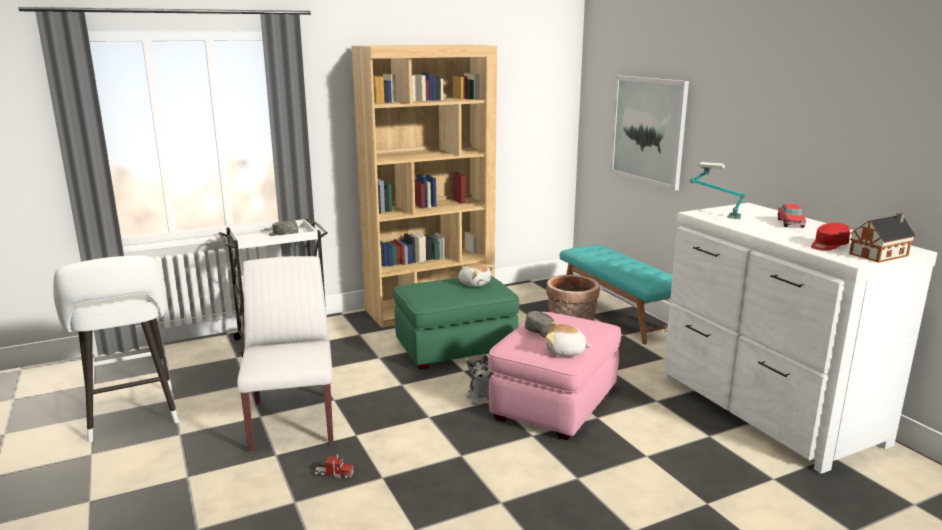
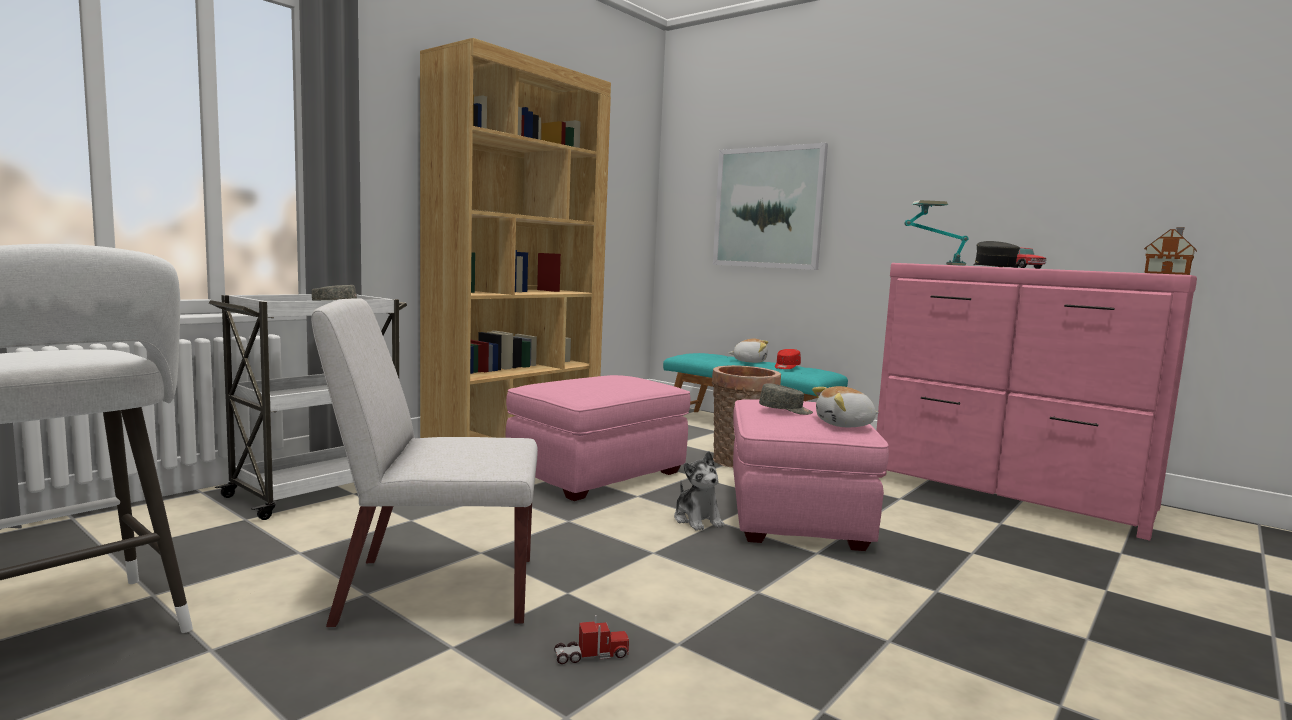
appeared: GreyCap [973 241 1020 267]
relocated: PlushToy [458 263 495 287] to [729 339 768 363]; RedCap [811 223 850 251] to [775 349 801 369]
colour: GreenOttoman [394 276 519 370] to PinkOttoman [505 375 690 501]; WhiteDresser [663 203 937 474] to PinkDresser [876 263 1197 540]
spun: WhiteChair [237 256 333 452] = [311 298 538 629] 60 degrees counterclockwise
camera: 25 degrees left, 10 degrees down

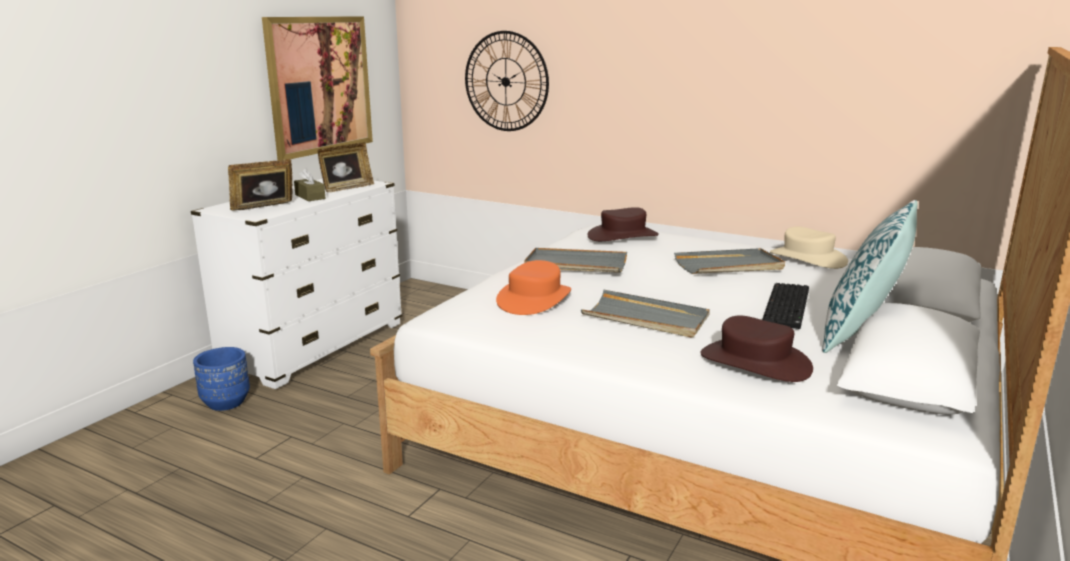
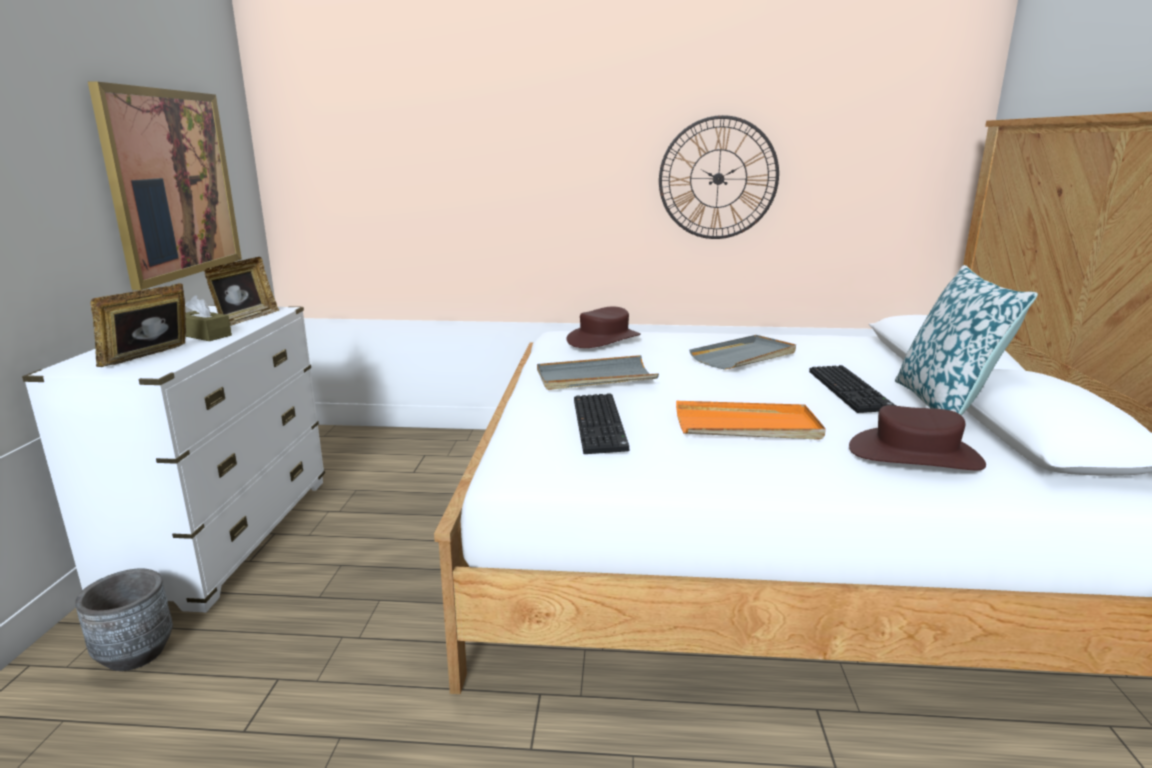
missing: BeigeHat [770 227 848 269]
relocated: WallClock [465 31 549 131] to [659 115 779 239]
exchanged: OrangeHat [496 260 571 315] to Keyboard [574 393 629 454]
colour: BluePlanter [193 347 250 411] to GreyPlanter [75 568 173 671]; GreyTray [581 290 710 338] to OrangeTray [676 401 826 440]
camera: 25 degrees left, 0 degrees up

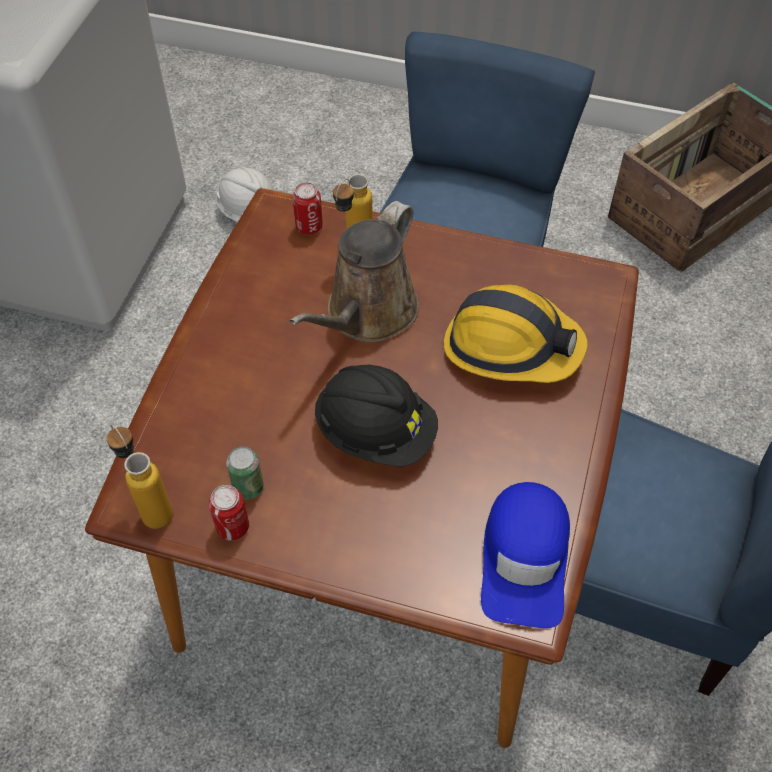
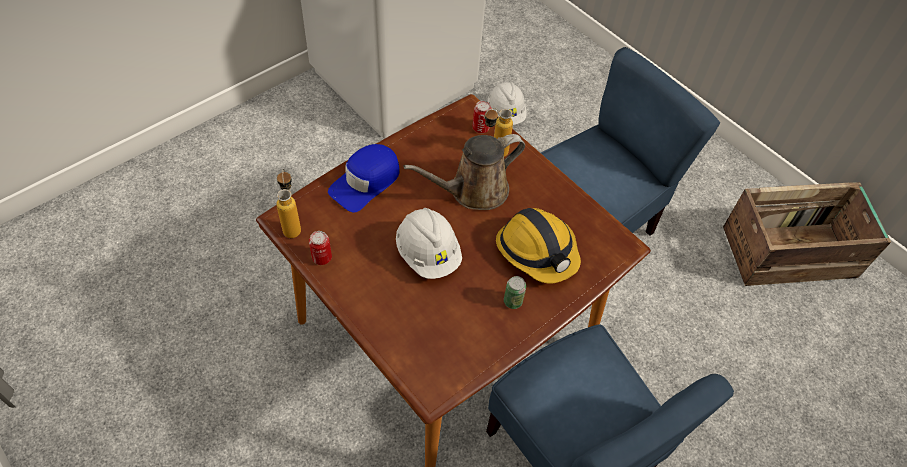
relocated: Can [226 446 264 500] to [504 276 526 309]; BlueCap [481 482 570 628] to [328 144 400 212]
colour: BlackHardHat [315 365 438 467] to WhiteHardHat [396 208 462 279]
camera: 30 degrees right, 0 degrees up

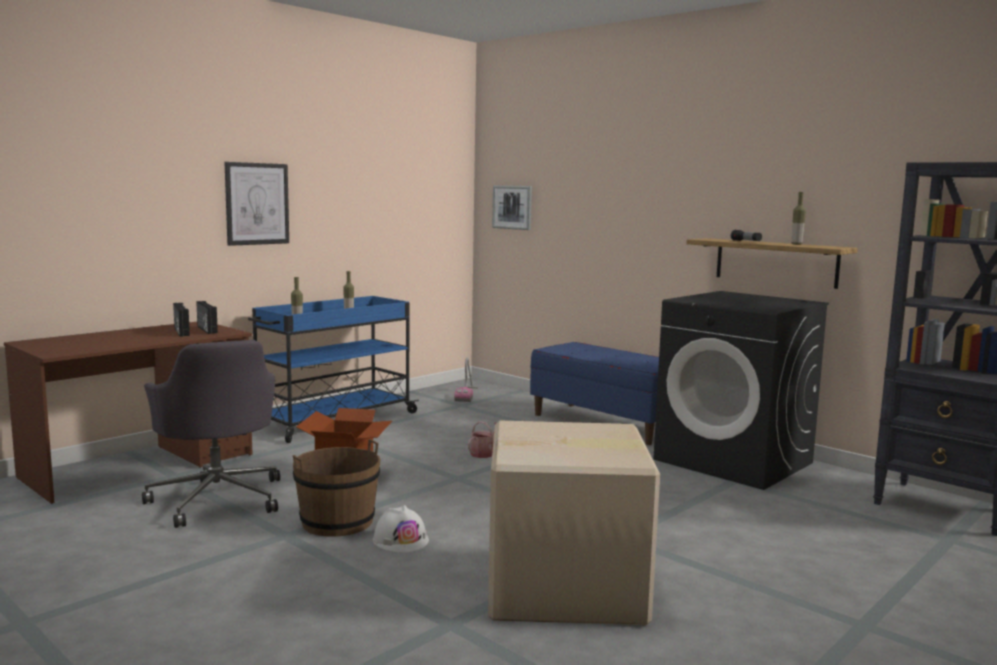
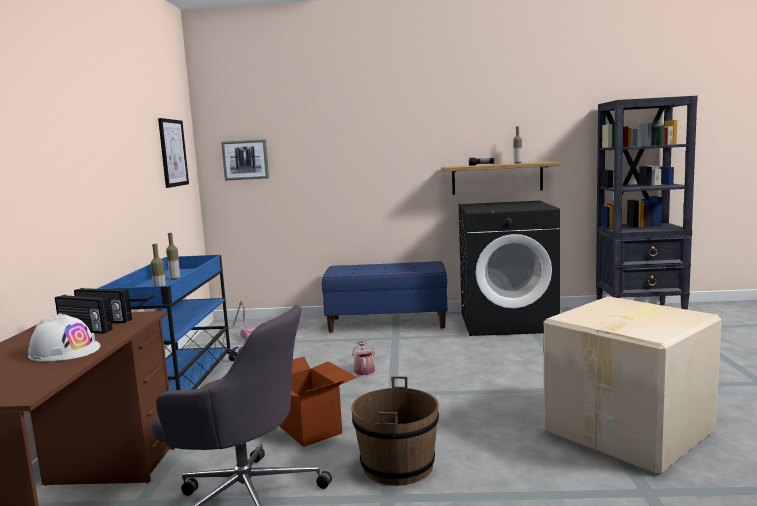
relocated: Picture [225 162 289 246] to [158 118 189 188]; WhiteHardHat [373 505 429 553] to [28 313 100 362]
camera: 40 degrees left, 0 degrees up

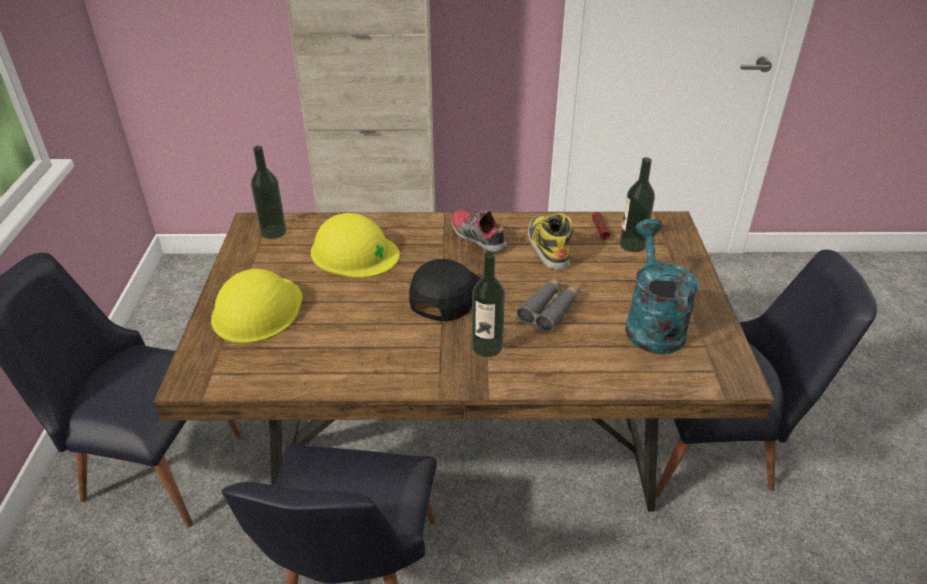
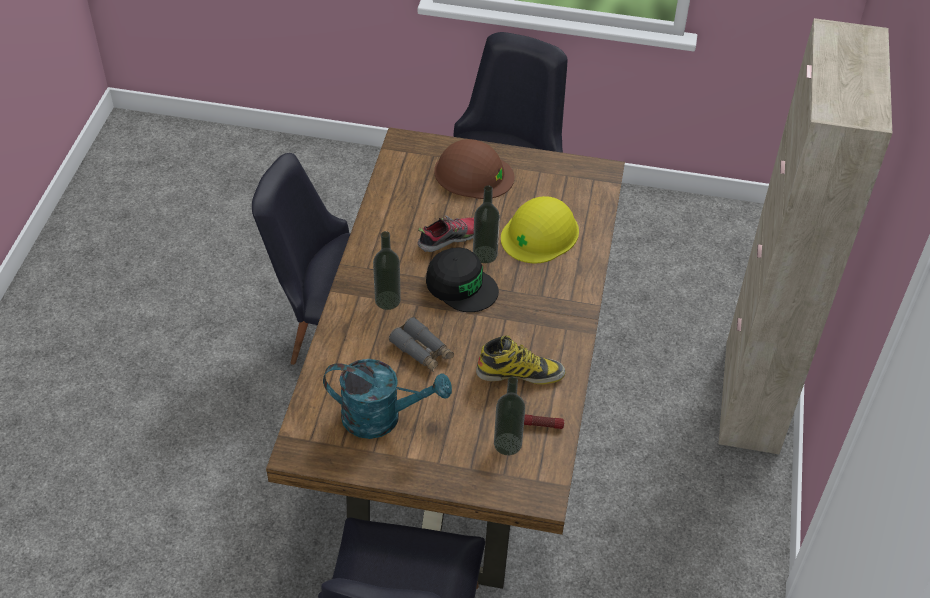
relocated: Bottle [251 146 286 239] to [473 186 500 263]; Shoe [452 209 507 252] to [417 215 474 252]
colour: YellowHardHat [211 269 302 343] to BrownHardHat [434 139 514 199]
camera: 100 degrees right, 10 degrees up

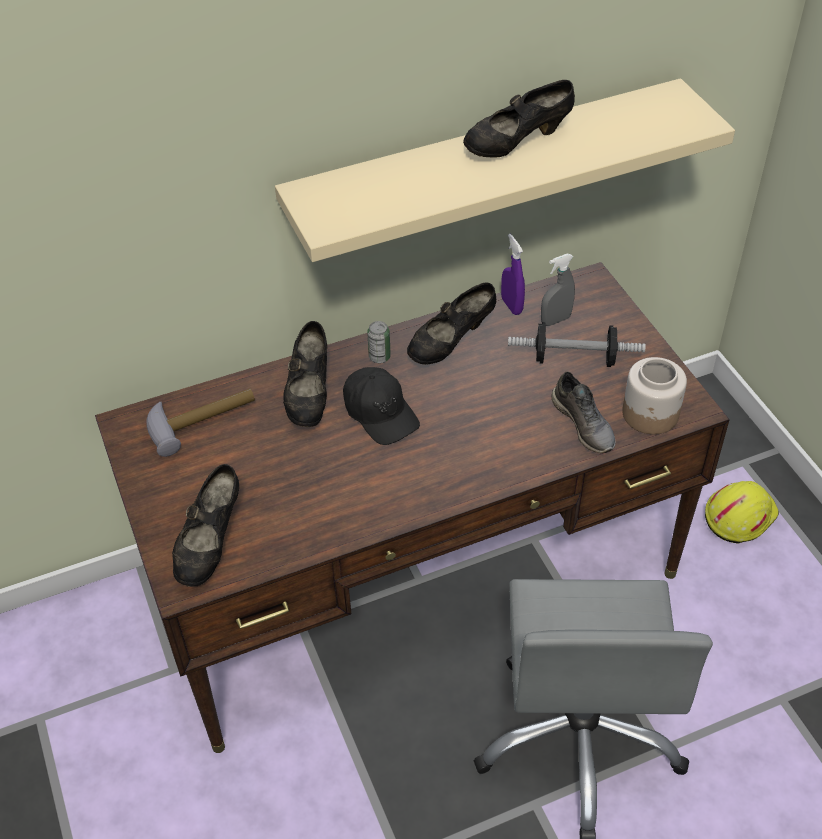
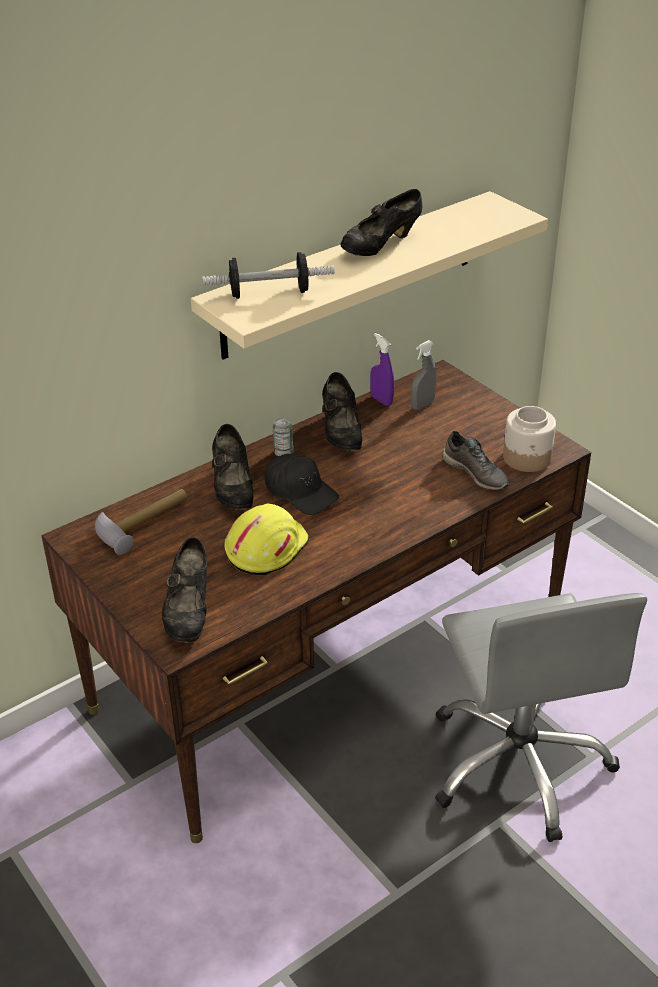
relocated: Dumbbell [508 322 646 367] to [202 252 335 299]; YellowHardHat [705 481 779 544] to [224 504 309 575]
spun: BlackShoe [407 282 496 365] = [322 372 362 451] 45 degrees counterclockwise
camera: 15 degrees left, 10 degrees down

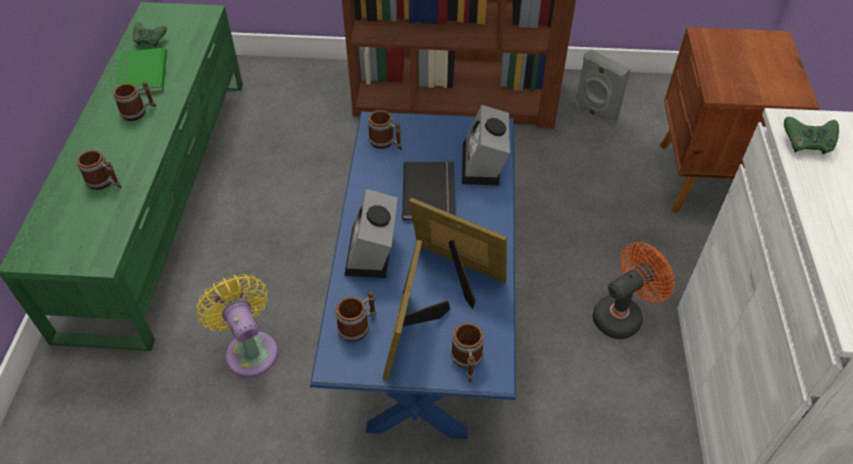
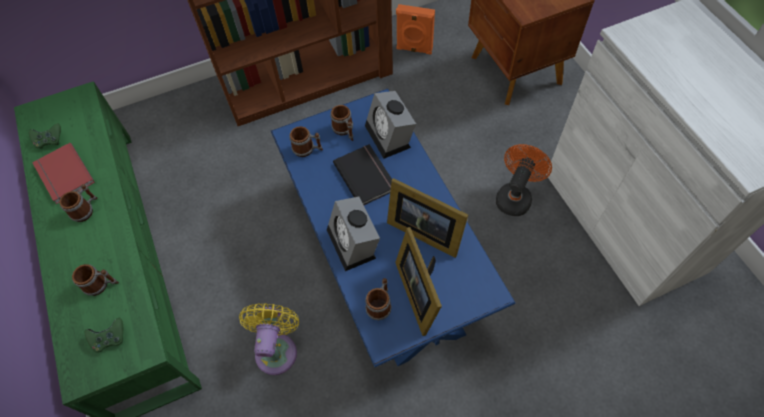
relocated: Mug [450 323 484 383] to [330 105 353 141]; GreenGameController [784 117 839 154] to [84 318 123 353]
colour: GreenBook [116 48 167 94] to RedBook [32 143 95 204]; GreySpeaker [574 49 631 125] to OrangeSpeaker [396 4 435 55]
spun: YellowFan [196 274 278 377] = [239 303 299 375] 60 degrees clockwise; PictureFrame [409 198 507 309] = [387 178 468 258] 150 degrees counterclockwise
camera: 25 degrees left, 10 degrees up

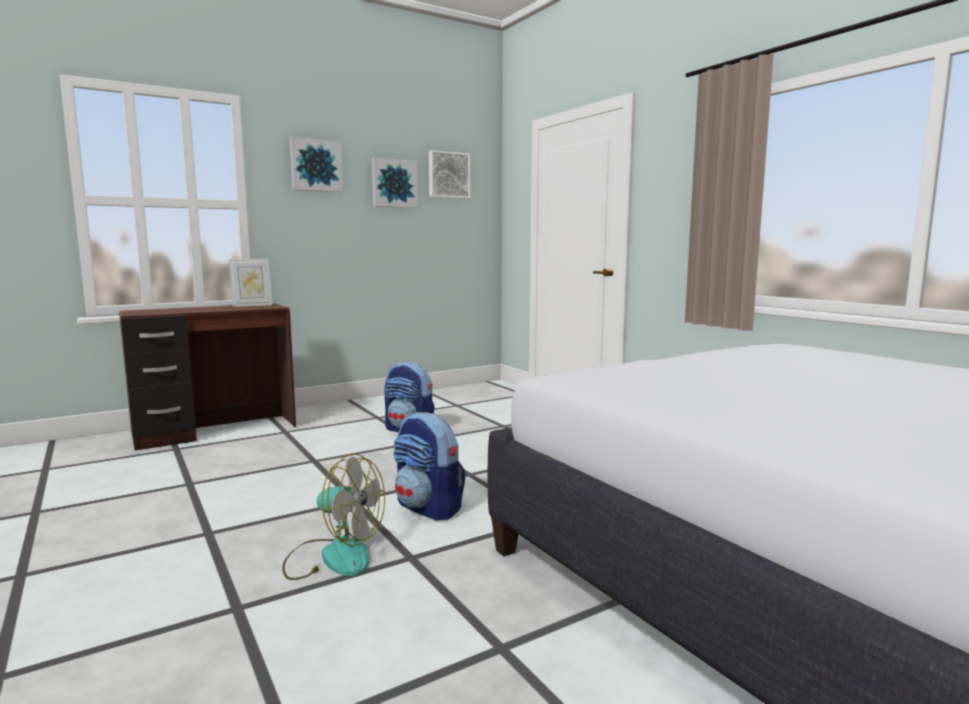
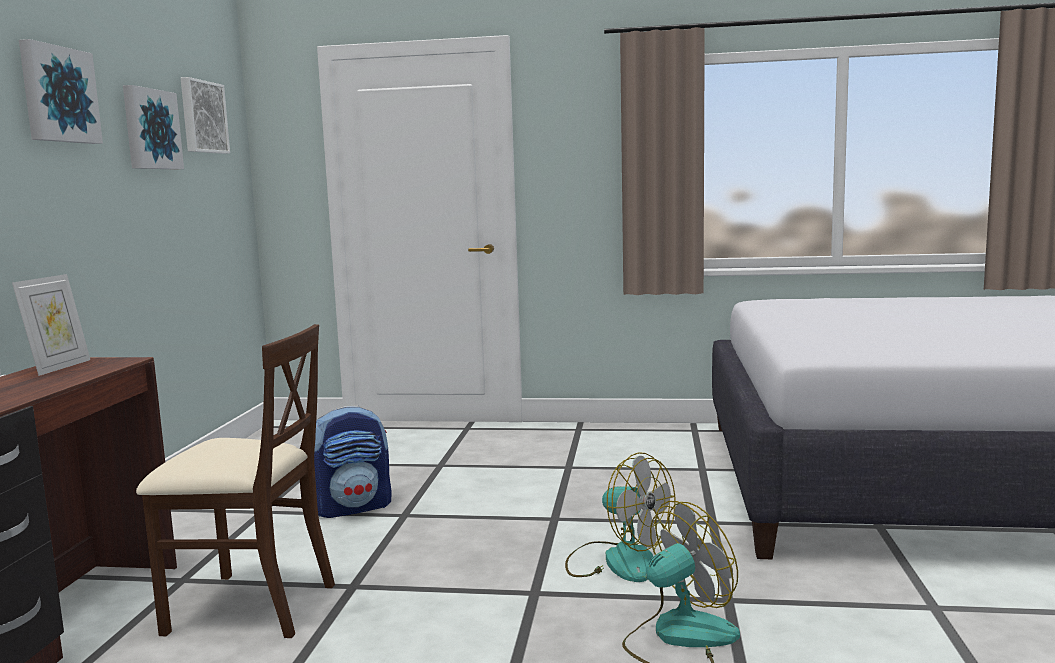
appeared: BeigeChair [136 324 335 638]
exchanged: Backpack [393 412 465 521] to Fan [565 452 675 582]
camera: 50 degrees left, 0 degrees up

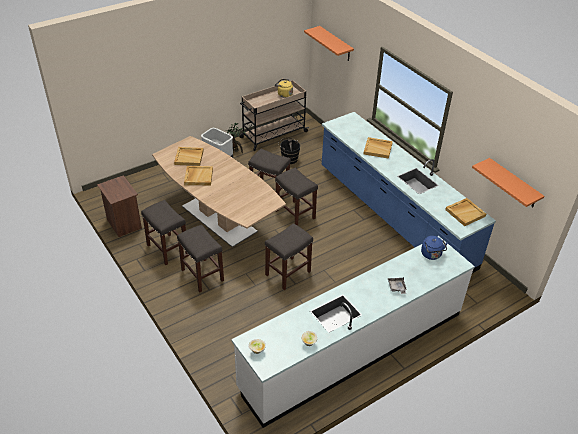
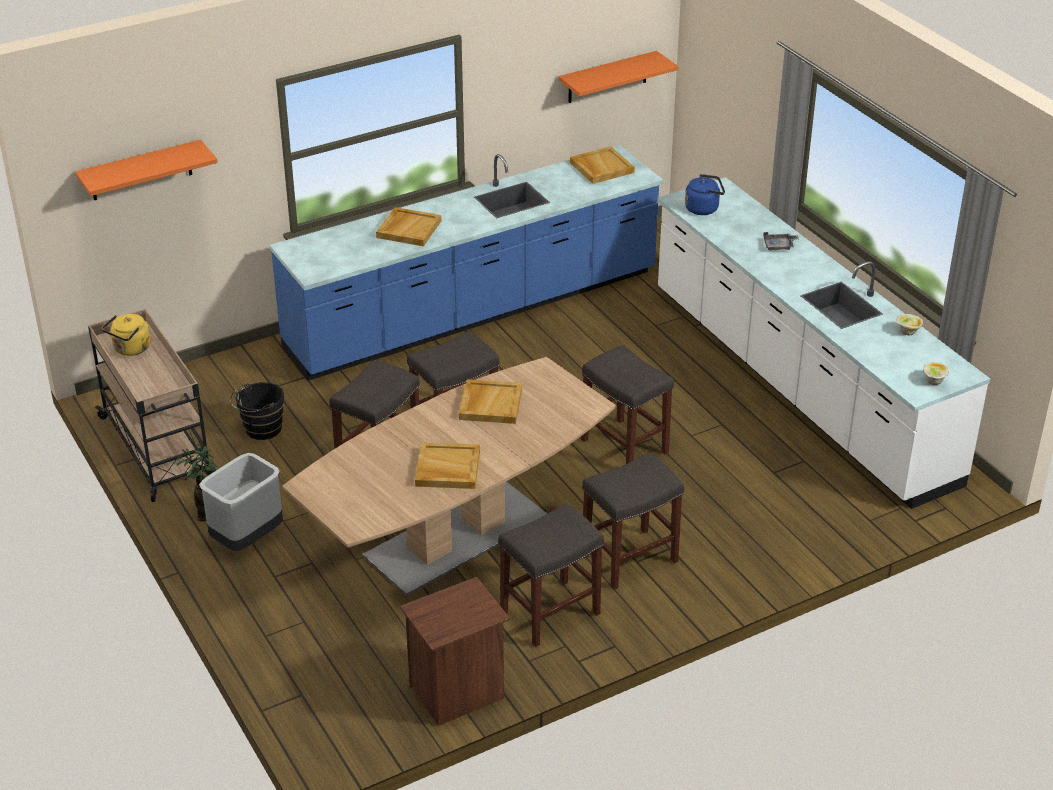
relocated: BeigeTray [174 147 204 166] to [459 380 522 424]
camera: 85 degrees left, 5 degrees down

